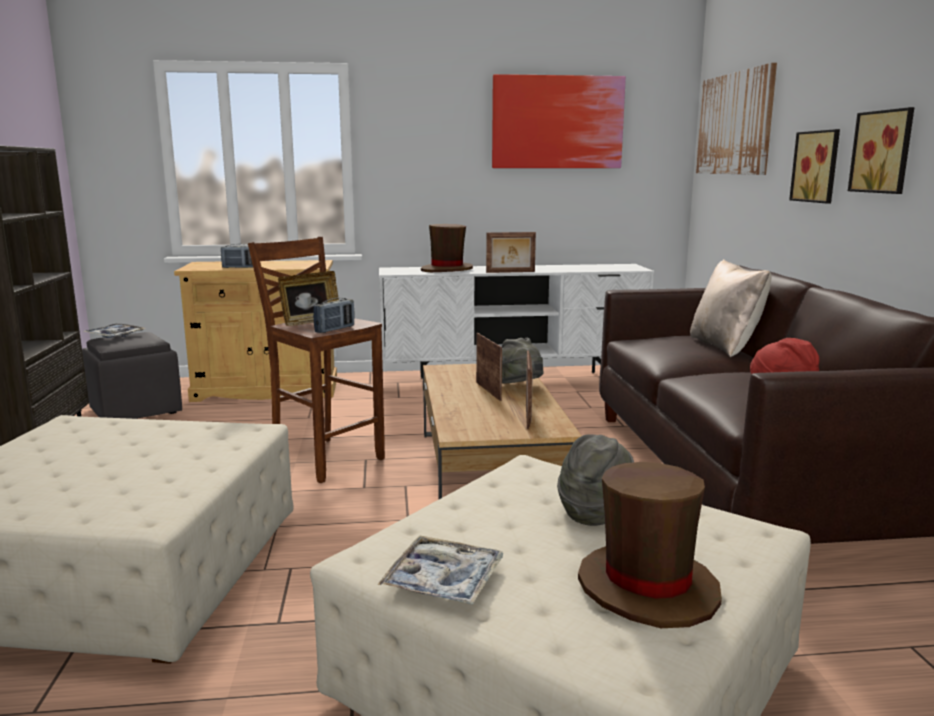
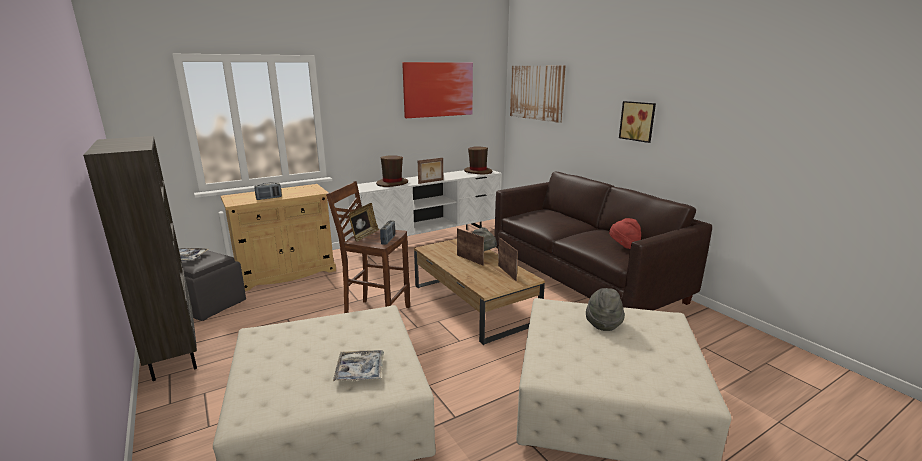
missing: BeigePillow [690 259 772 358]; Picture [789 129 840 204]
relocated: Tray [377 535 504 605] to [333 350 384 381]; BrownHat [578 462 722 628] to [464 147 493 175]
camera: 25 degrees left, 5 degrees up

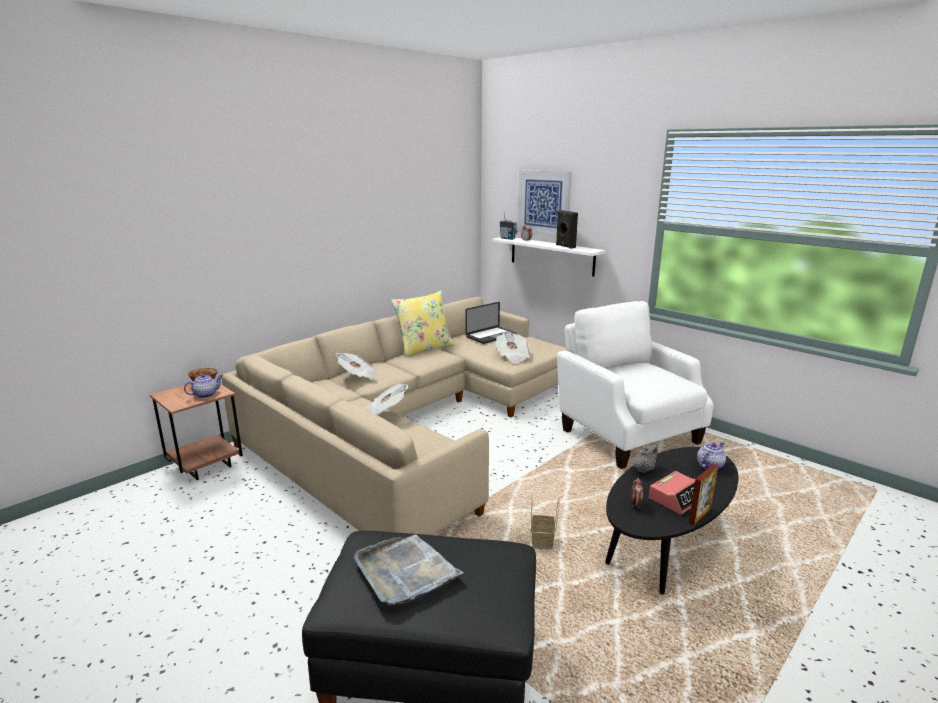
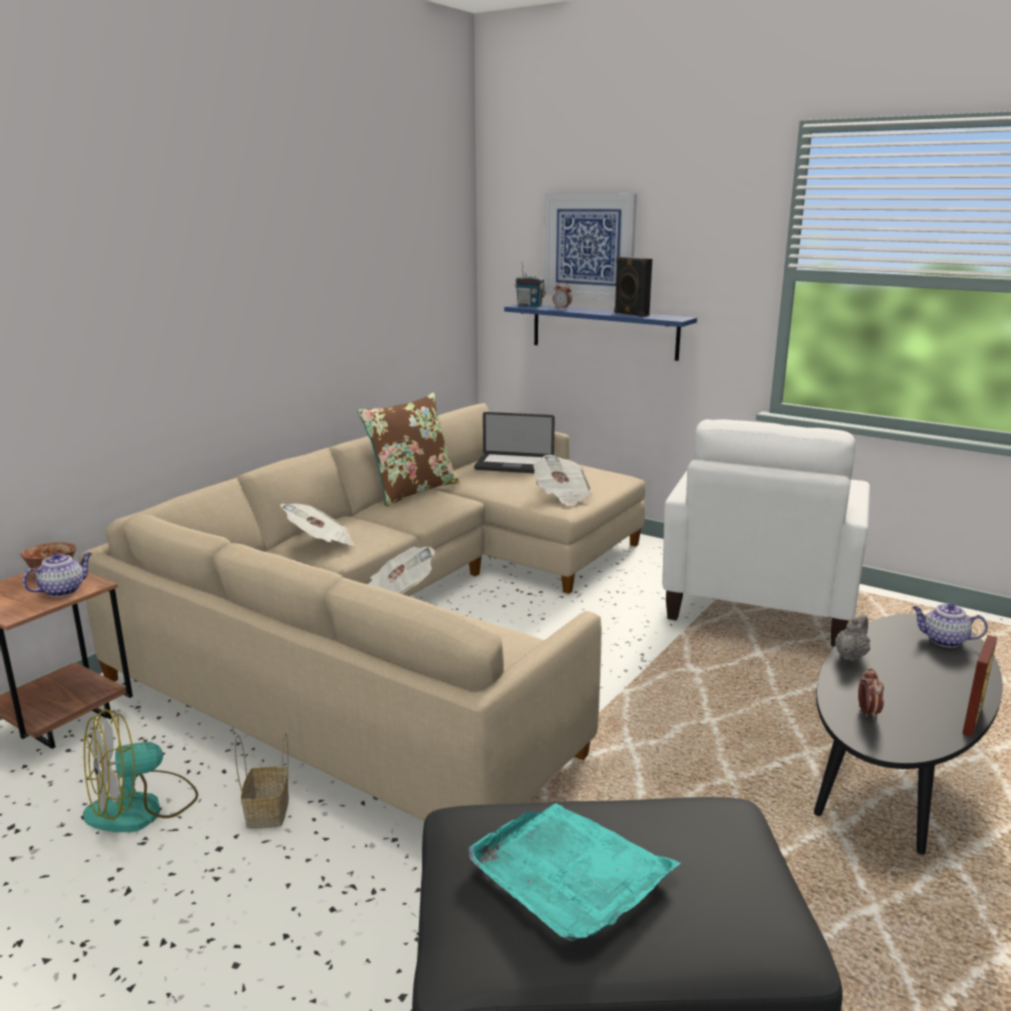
missing: AlarmClock [649 471 695 515]
appeared: Fan [83 709 198 832]
relocated: Basket [531 498 560 549] to [235 733 289 828]
colour: GreyTray [354 534 464 605] to TurquoiseTray [469 803 681 941]; YellowPillow [391 290 454 358] to BrownPillow [357 393 459 507]; WhiteShelf [492 237 606 276] to BlueShelf [504 304 697 361]
spun: Laptop [465 302 517 344] = [474 412 555 473] 60 degrees clockwise; WhiteArmchair [557 301 713 469] = [662 419 870 647] 120 degrees counterclockwise; Teapot [697 442 726 469] = [912 603 988 648] 105 degrees counterclockwise
camera: 10 degrees left, 0 degrees up

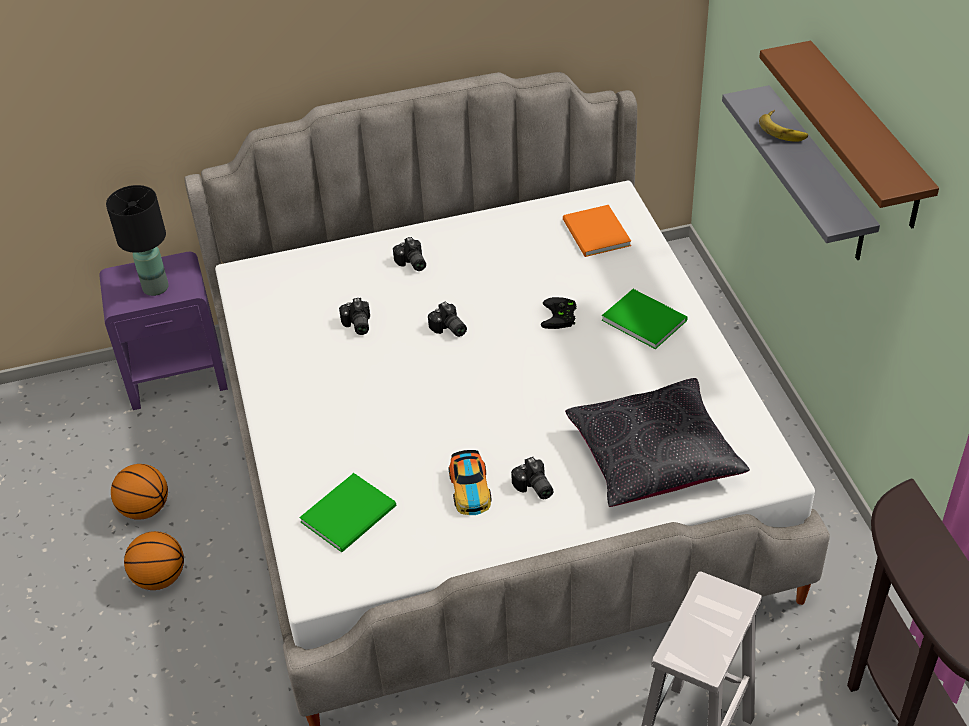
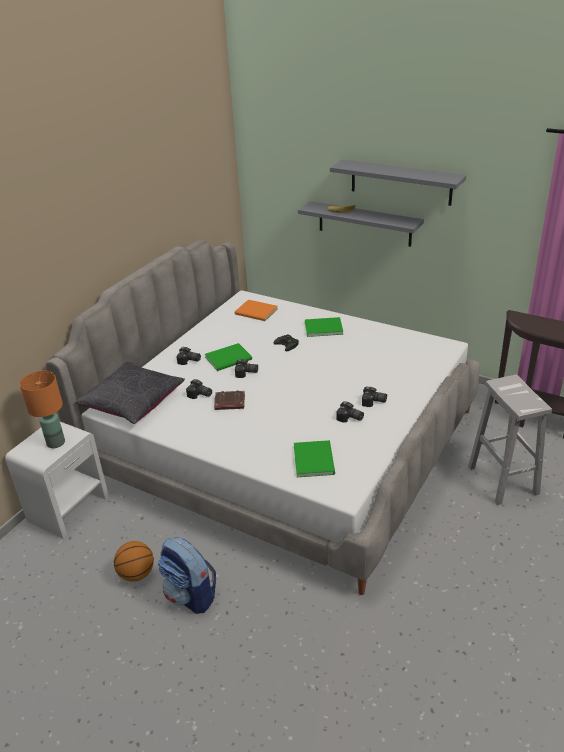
appeared: GreenBook [205 343 252 371]; BrownBook [214 391 245 410]
relocated: BlackPillow [565 378 750 507] to [75 362 185 424]
exchanged: Basketball [124 531 184 590] to Backpack [158 537 216 614]; ToyCar [448 450 492 515] to PhotoCamera [336 401 364 423]
colour: PurpleNightstand [99 252 228 410] to WhiteNightstand [5 422 109 539]; BlackTableLamp [106 185 169 296] to OrangeTableLamp [20 371 65 448]; BrownShelf [759 41 939 228] to GreyShelf [330 159 466 206]
camera: 45 degrees left, 10 degrees down

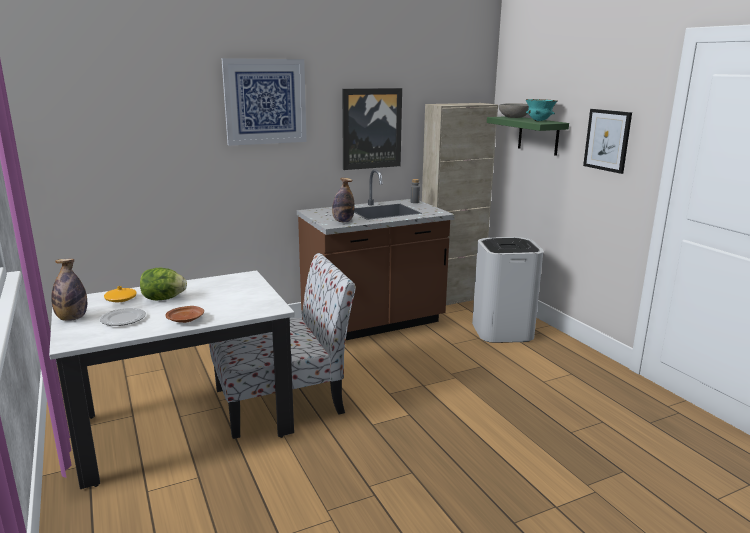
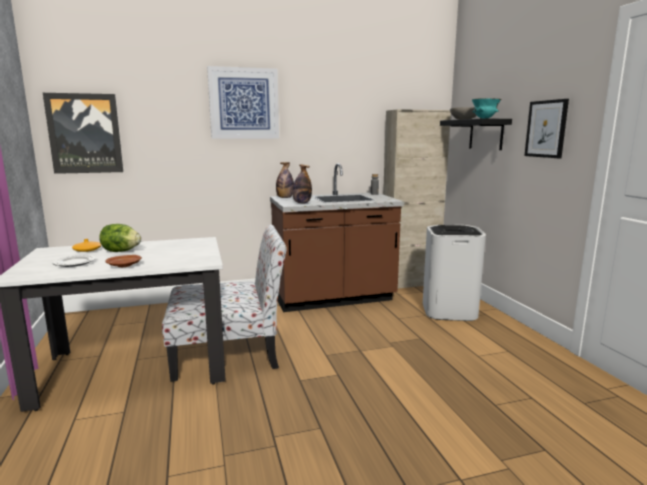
relocated: Bottle [51 259 87 321] to [276 162 294 198]; Picture [342 88 402 170] to [43 93 123 174]
colour: GreenShelf [487 116 569 156] to BlackShelf [440 118 512 150]
camera: 10 degrees right, 5 degrees down

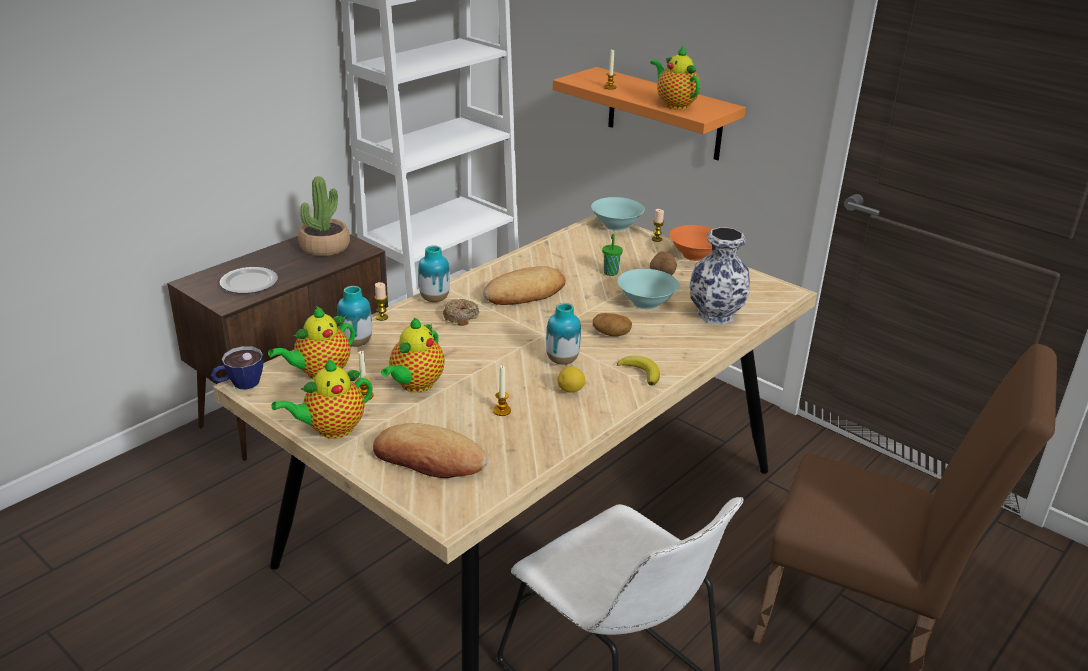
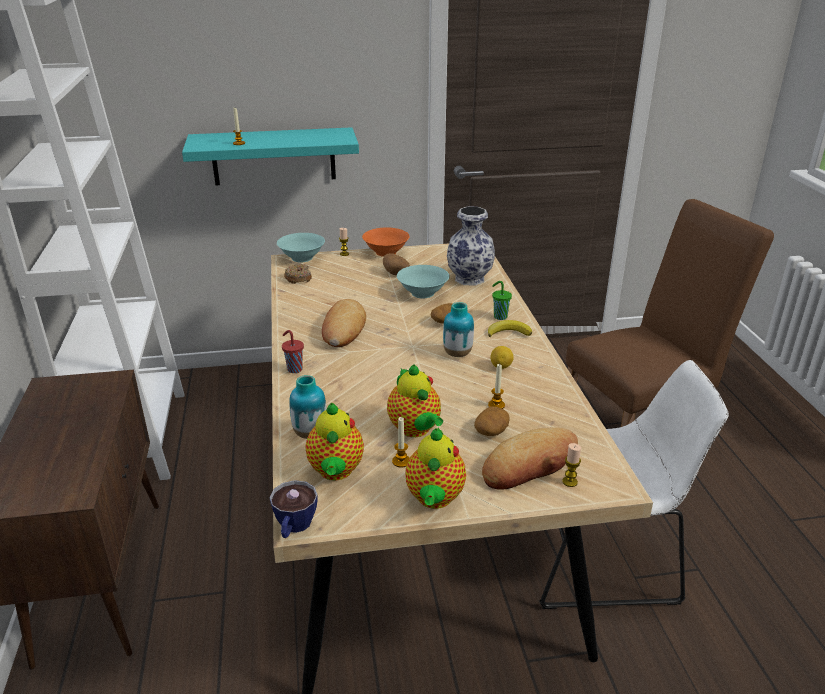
missing: Plate [220 267 278 294]; PottedPlant [298 176 350 256]; Teapot [651 46 700 110]
appeared: Potato [474 406 510 436]
relocated: Candle [374 282 388 321] to [562 443 581 487]; Donut [443 299 480 326] to [284 264 312 284]; GreenCup [602 234 623 276] to [492 281 512 320]
exchanged: Vase [418 246 450 302] to RedCup [282 330 304 373]
colour: OrangeShelf [553 67 746 160] to TurquoiseShelf [182 127 359 185]
camera: 50 degrees left, 0 degrees up

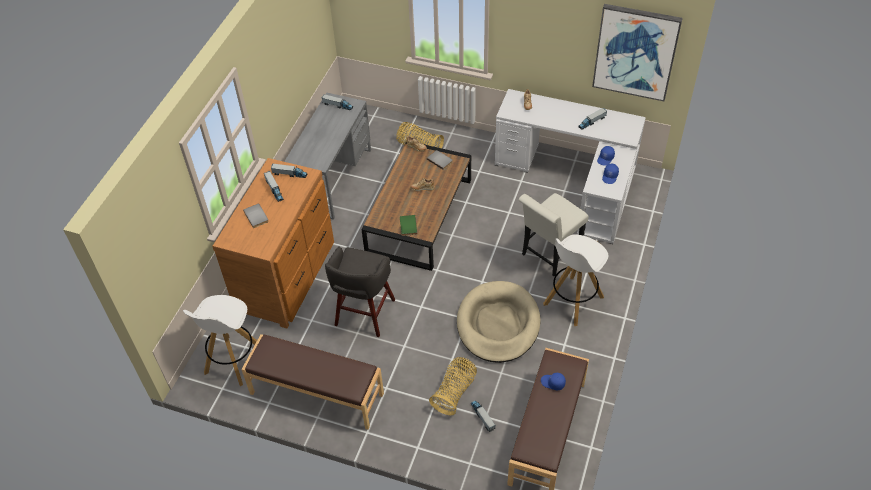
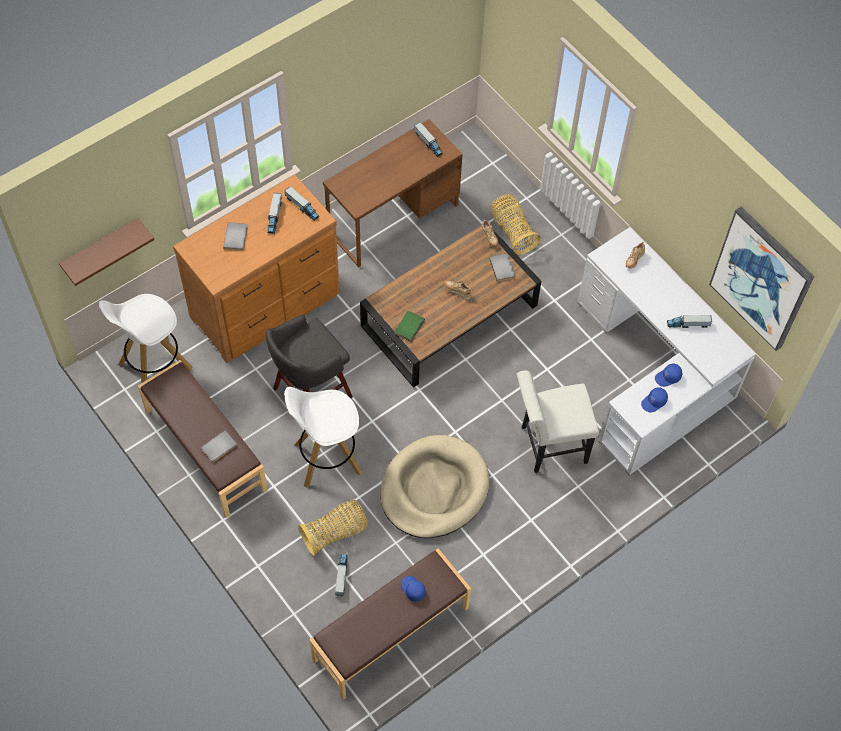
appeared: BrownShelf [59 218 154 286]; GreyBook [201 430 237 463]
relocated: WhiteStool [543 234 608 326] to [284 387 363 488]
colour: GreyDesk [284 93 371 220] to BrownDesk [323 119 463 267]
camera: 30 degrees right, 10 degrees up

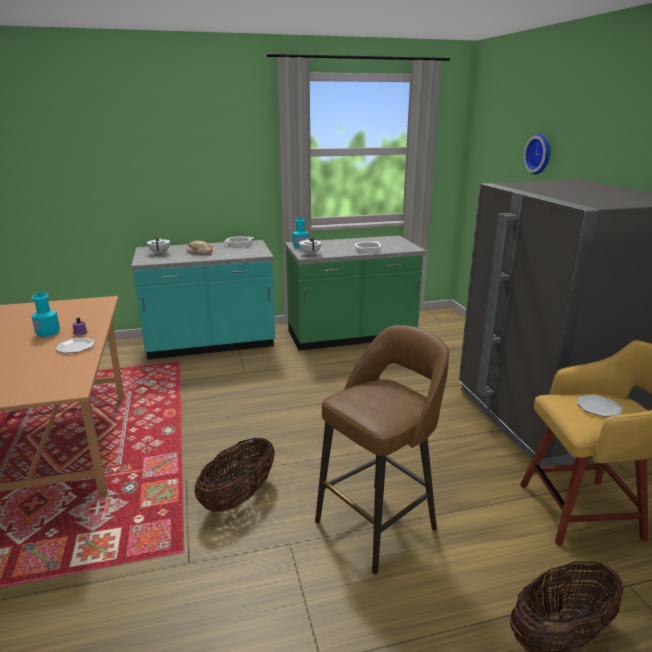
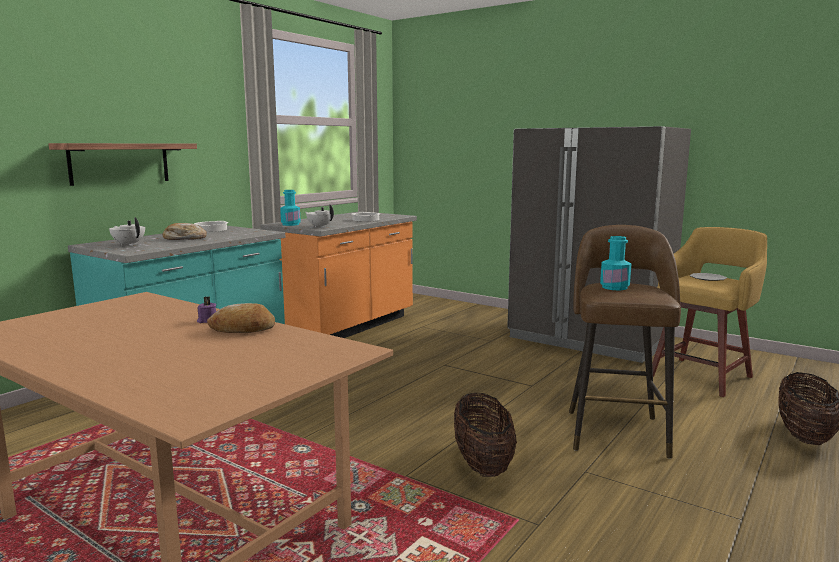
missing: WallClock [523 134 551 174]
appeared: Shelf [49 143 197 186]
relocated: TurquoiseBottle [31 292 60 337] to [600 236 632 291]
exchanged: Plate [56 338 95 353] to Bread [207 303 275 333]
colour: GreenCounter [285 236 426 350] to OrangeCounter [260 211 417 338]
camera: 40 degrees left, 10 degrees down

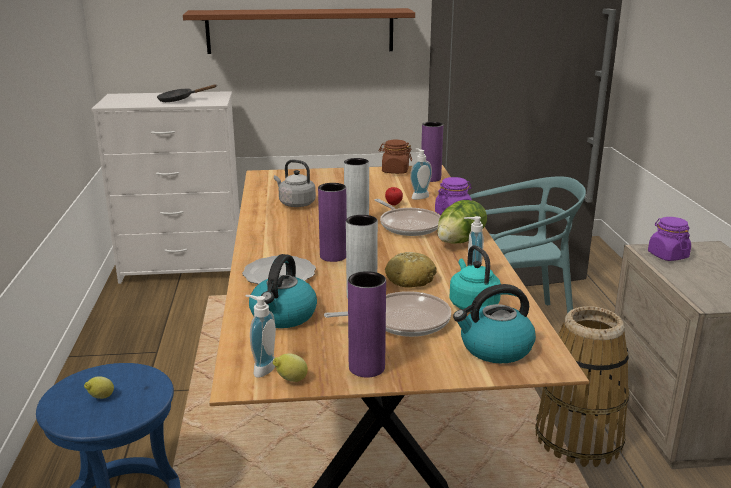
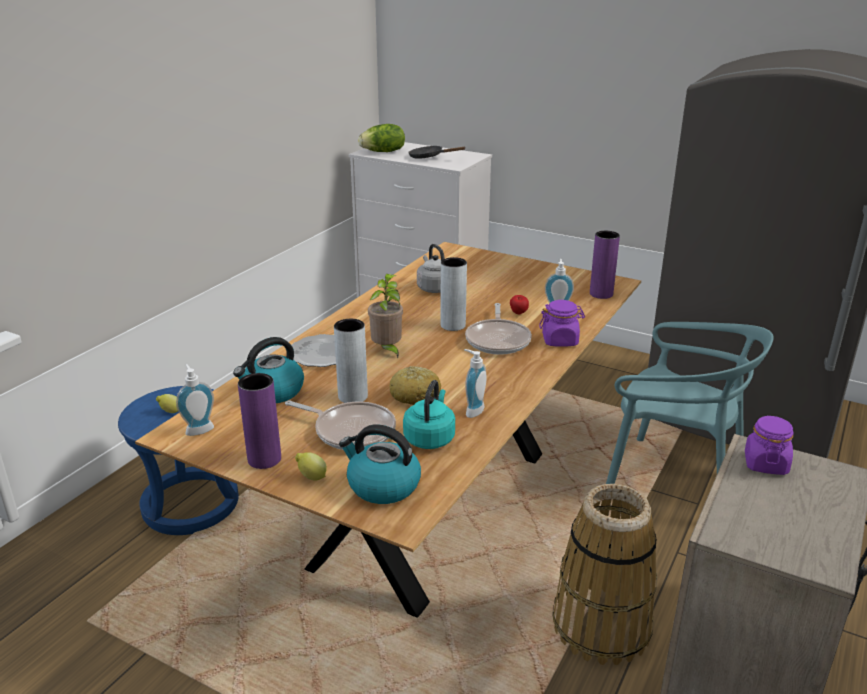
missing: BrownShelf [183 8 415 54]; BrownJar [379 140 412 174]
relocated: Lemon [273 353 308 382] to [295 452 327 481]; Lettuce [437 200 487 244] to [358 124 405 152]
exchanged: PurpleVase [318 183 347 262] to PottedPlant [368 274 403 358]
camera: 35 degrees right, 5 degrees up

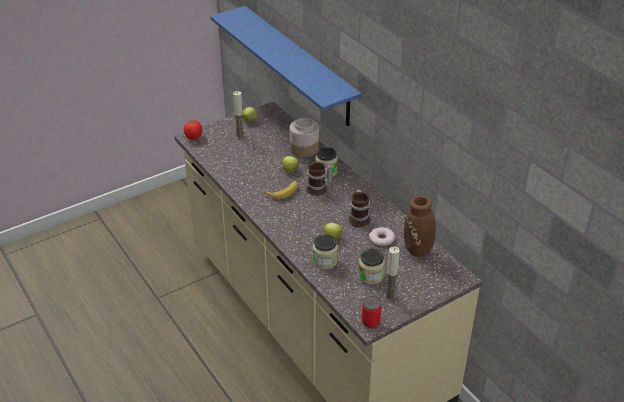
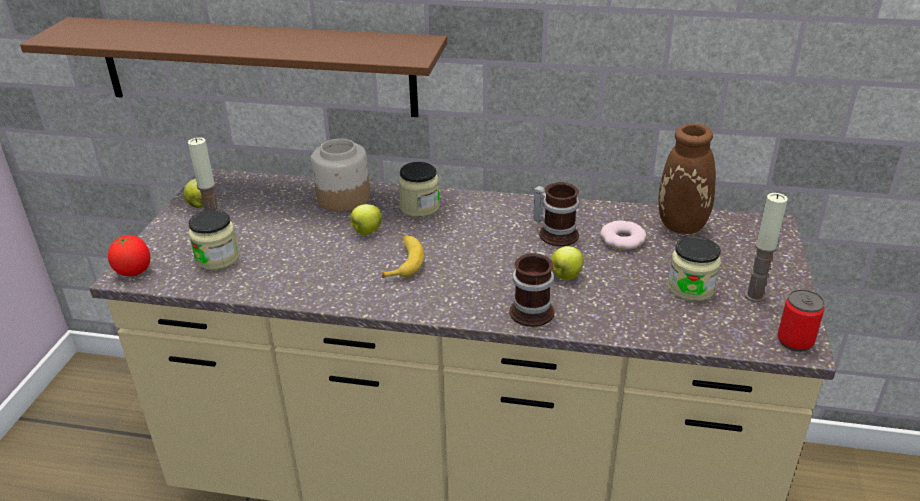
relocated: Mug [306 162 332 196] to [509 251 554 327]; Jar [313 234 338 269] to [188 210 240 270]
colour: BlueShelf [210 6 361 126] to BrownShelf [20 17 447 117]
camera: 45 degrees left, 5 degrees down

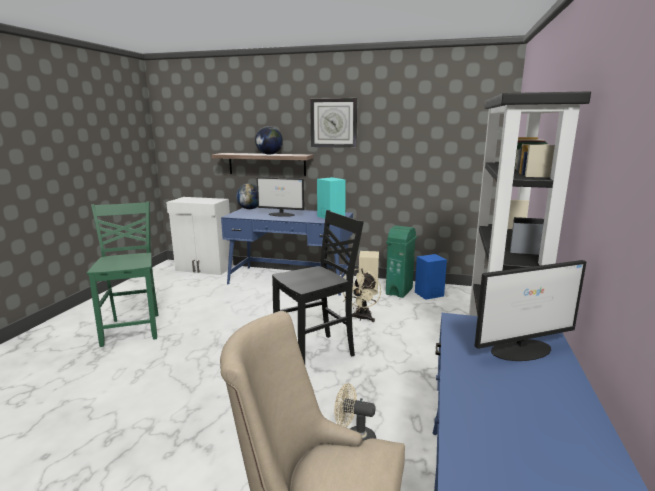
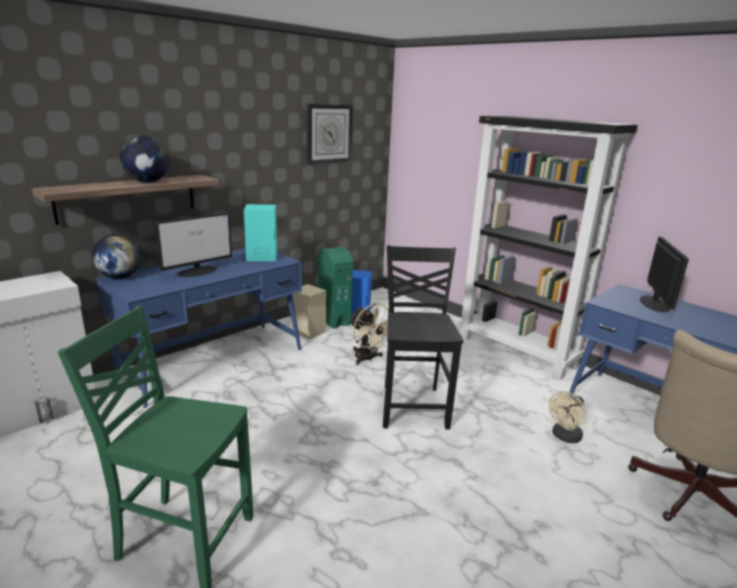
relocated: WallClock [310 98 357 148] to [307 104 353 165]
camera: 60 degrees left, 5 degrees up

